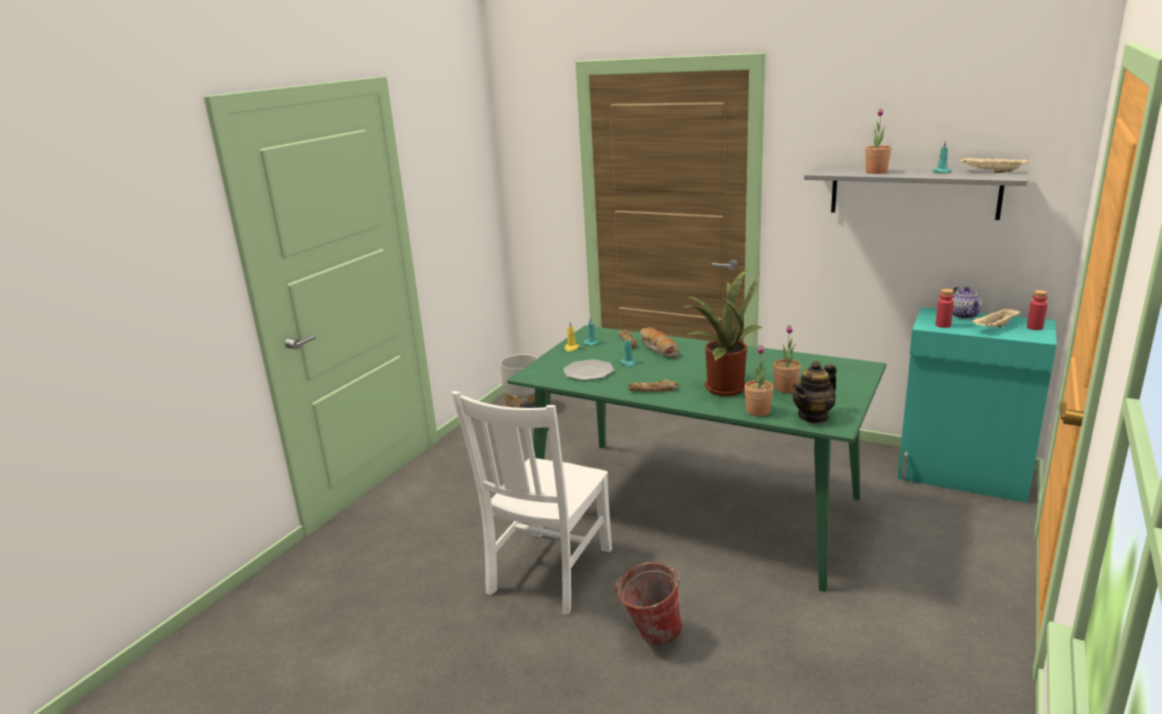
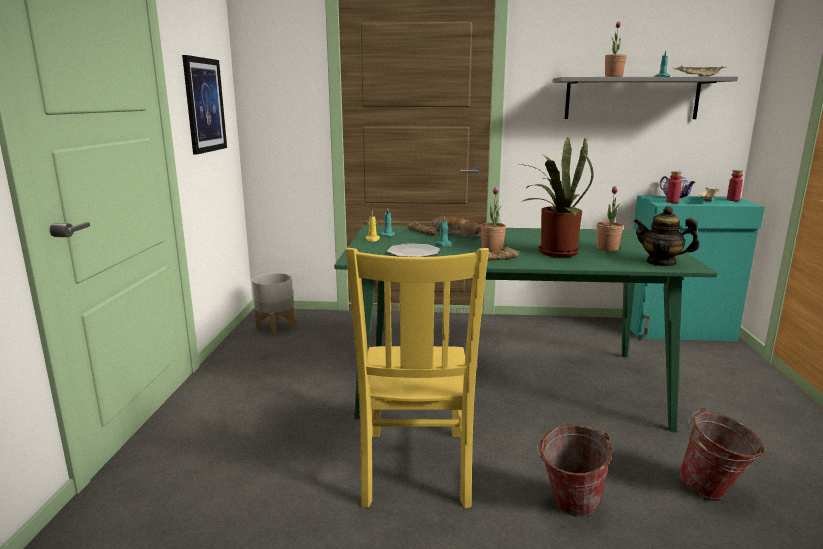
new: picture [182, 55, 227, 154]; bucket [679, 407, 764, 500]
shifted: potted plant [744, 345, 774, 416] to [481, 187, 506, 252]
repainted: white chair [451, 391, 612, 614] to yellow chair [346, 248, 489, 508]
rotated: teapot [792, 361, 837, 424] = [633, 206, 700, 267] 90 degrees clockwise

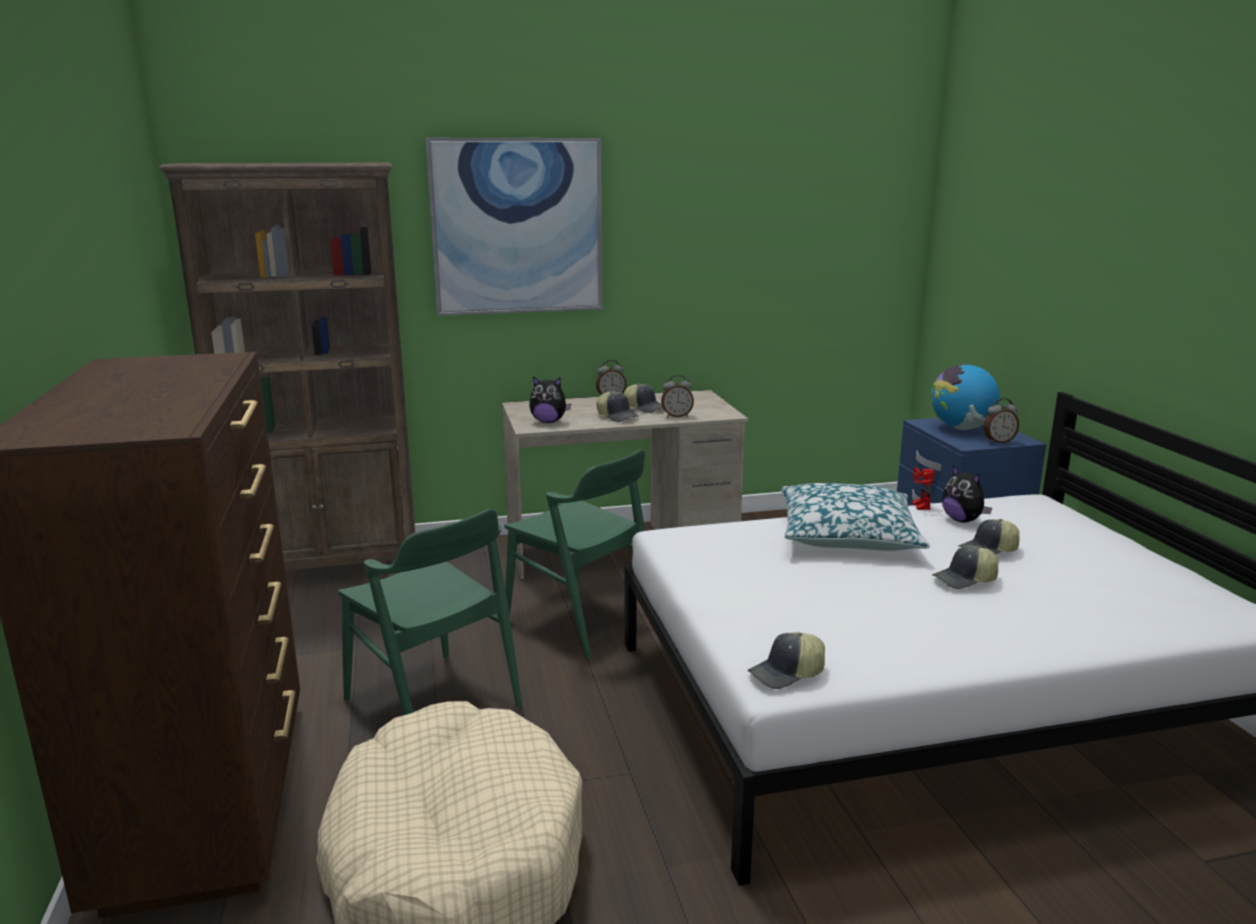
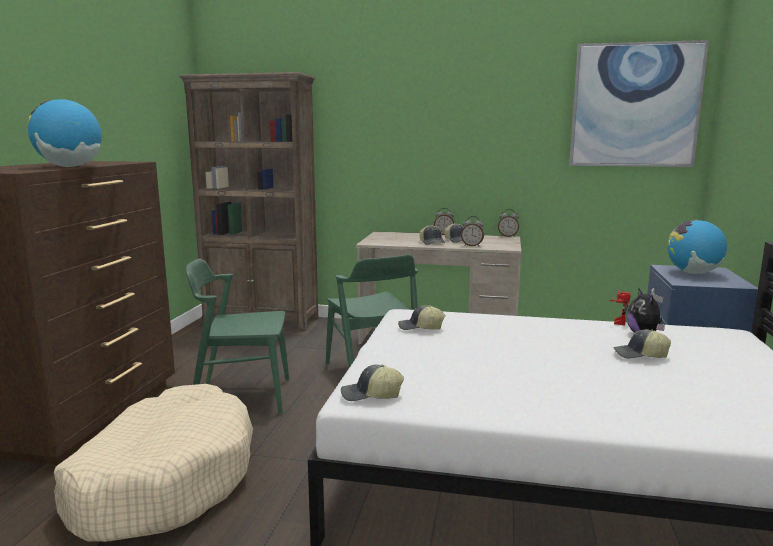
gone: plush toy [529, 376, 571, 423]; pillow [781, 483, 930, 551]
new: globe [28, 99, 102, 167]
shifted: picture [426, 138, 602, 316] to [569, 40, 709, 167]; cap [932, 546, 999, 589] to [398, 305, 446, 330]; alarm clock [984, 398, 1019, 443] to [498, 209, 519, 237]
rotated: green chair [338, 509, 522, 715] = [185, 258, 289, 415] 105 degrees clockwise

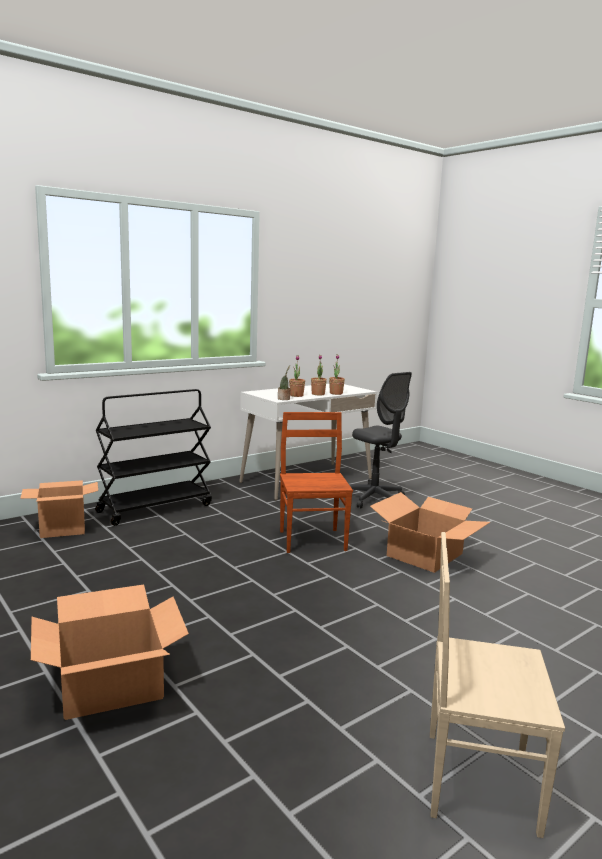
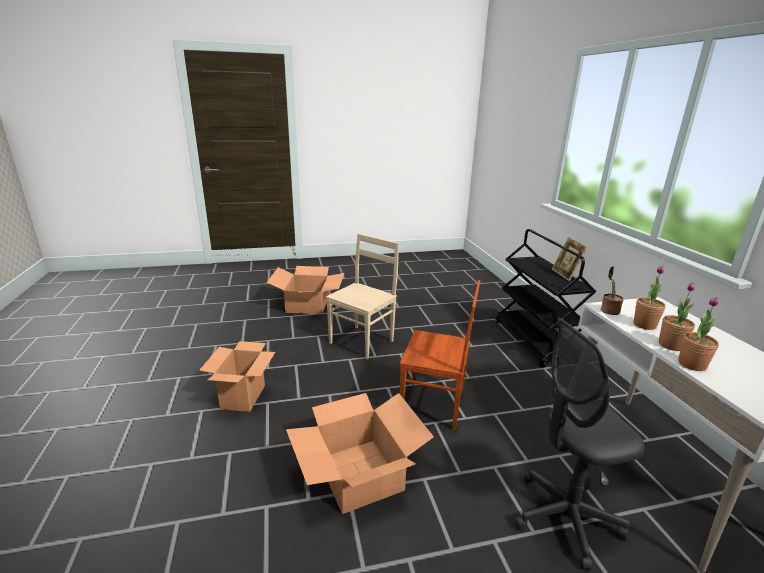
new: picture frame [552, 237, 587, 281]
shifted: cardboard box [20, 480, 98, 538] to [199, 341, 275, 412]; beige chair [430, 532, 565, 838] to [326, 234, 399, 360]

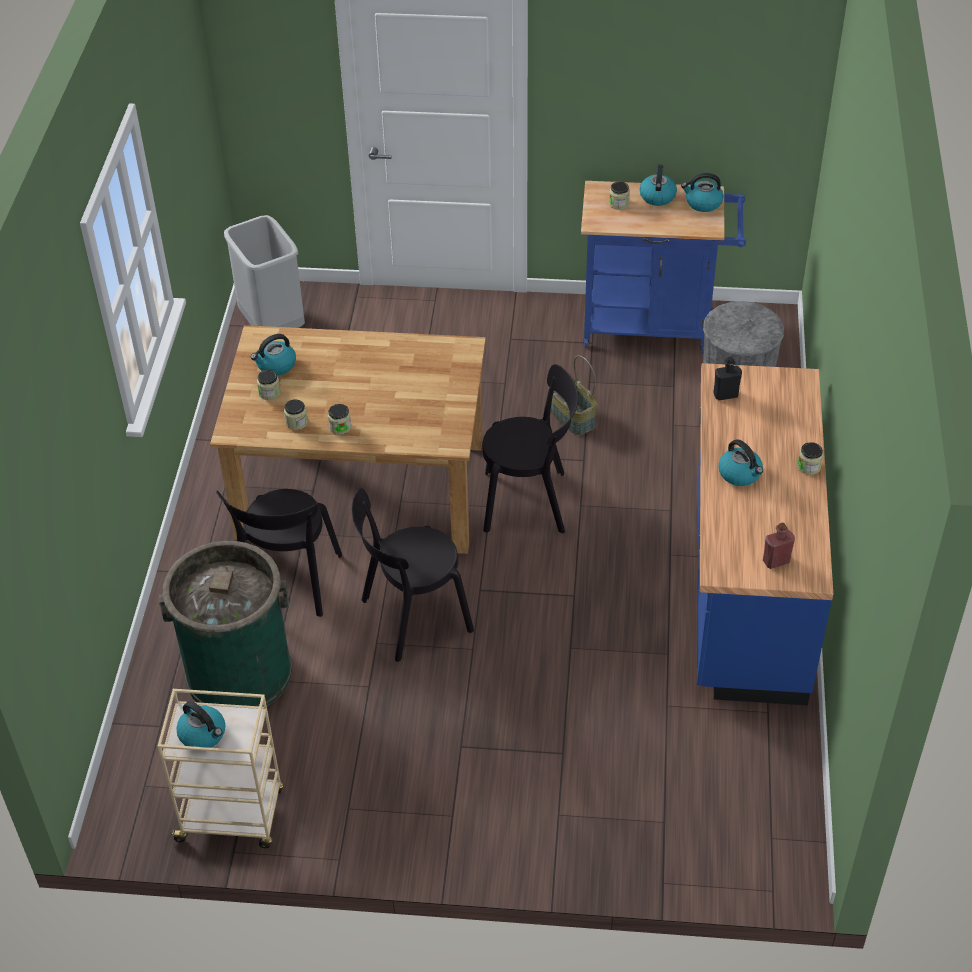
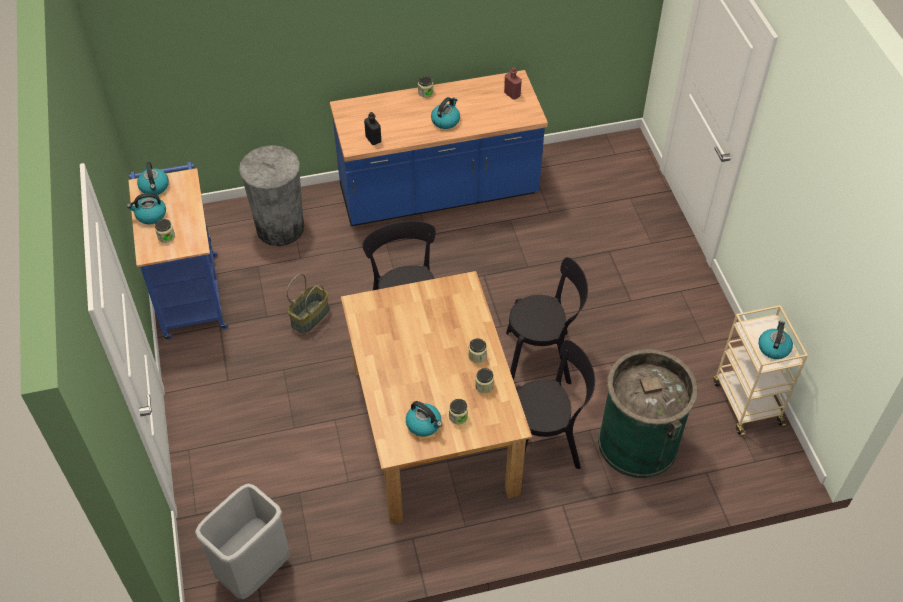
rotated: black chair [352, 488, 474, 662] = [506, 257, 588, 384] 45 degrees counterclockwise

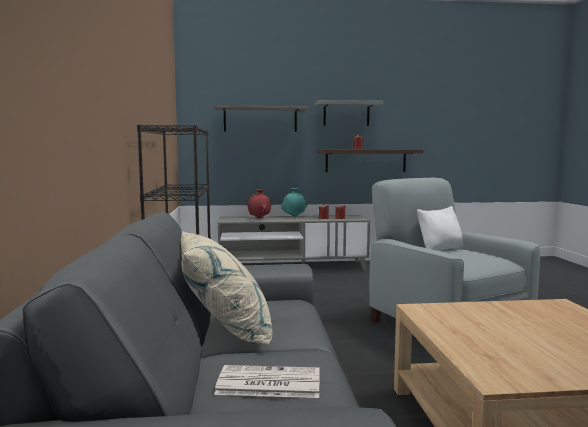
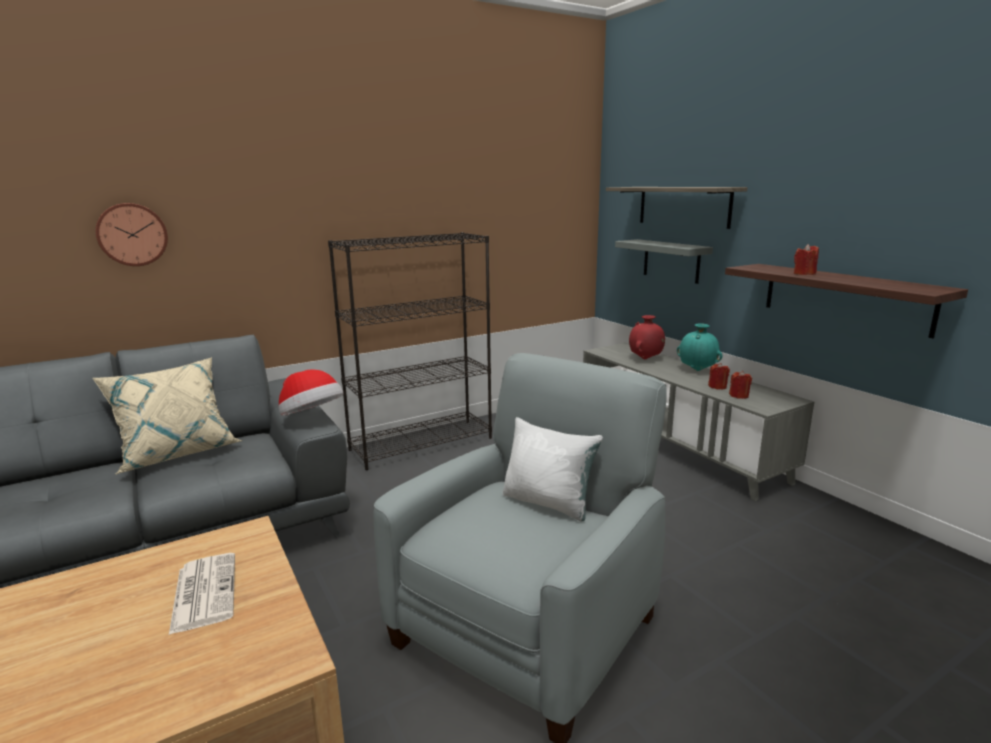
new: wall clock [96, 203, 168, 266]; hat [278, 369, 344, 416]
shifted: newspaper [214, 365, 320, 398] to [169, 553, 235, 635]; grey shelf [315, 100, 383, 126] to [615, 239, 713, 284]

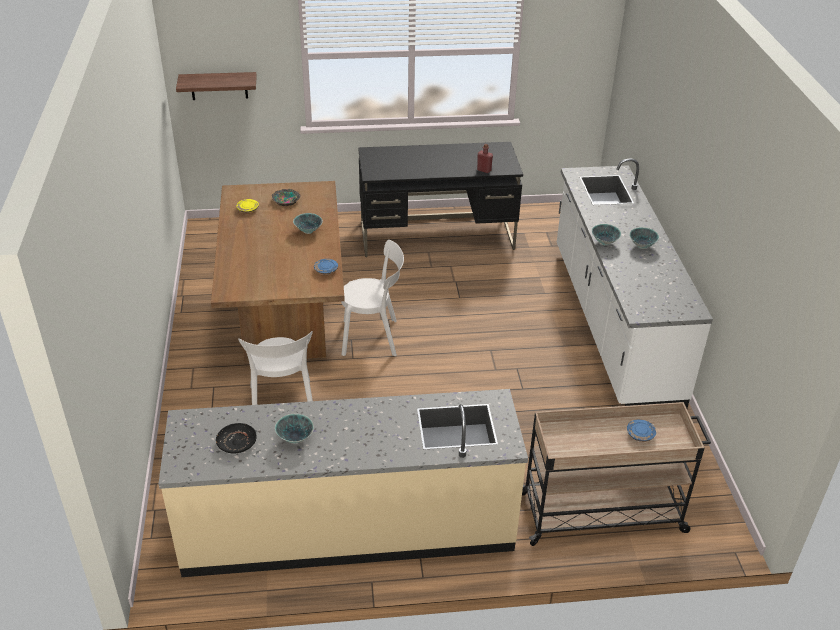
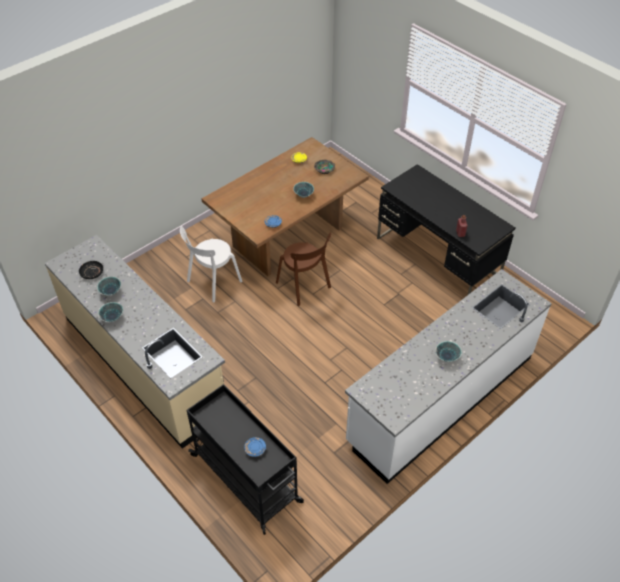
gone: shelf [176, 72, 257, 100]
shifted: bowl [592, 224, 621, 245] to [98, 302, 123, 322]
repainted: white chair [341, 240, 404, 356] to brown chair [276, 232, 331, 306]; beige cart [522, 402, 711, 546] to black cart [187, 384, 304, 535]

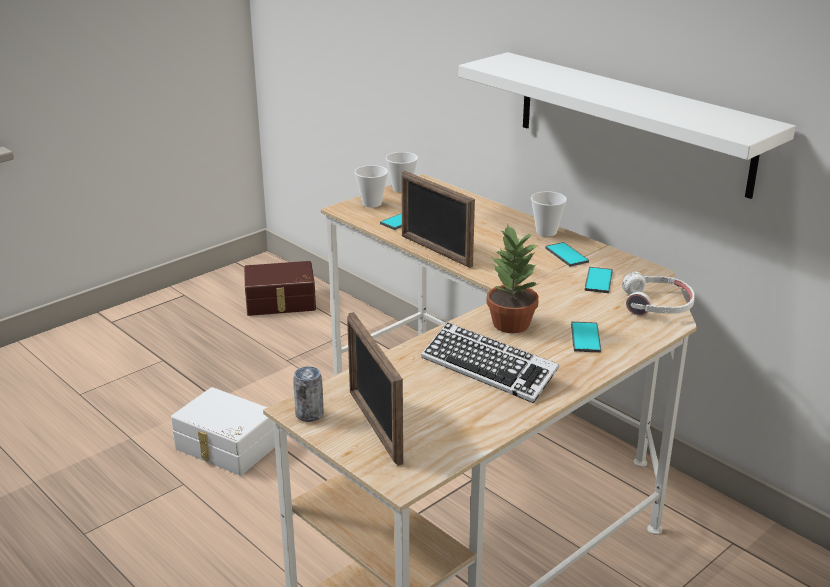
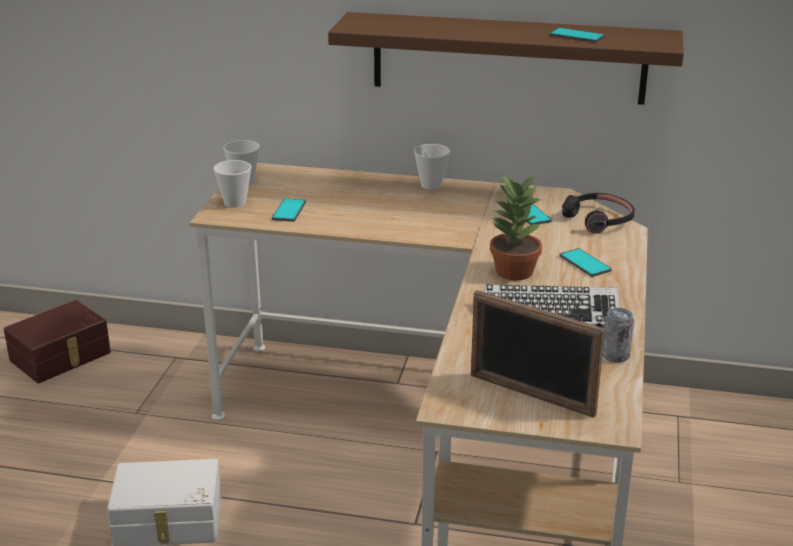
gone: picture frame [401, 171, 475, 268]
shifted: can [293, 366, 324, 422] to [602, 308, 634, 363]; phone [545, 242, 589, 267] to [549, 27, 605, 43]
repainted: white shelf [459, 52, 796, 199] to brown shelf [328, 12, 684, 105]; white headphones [622, 272, 695, 316] to black headphones [562, 193, 635, 233]

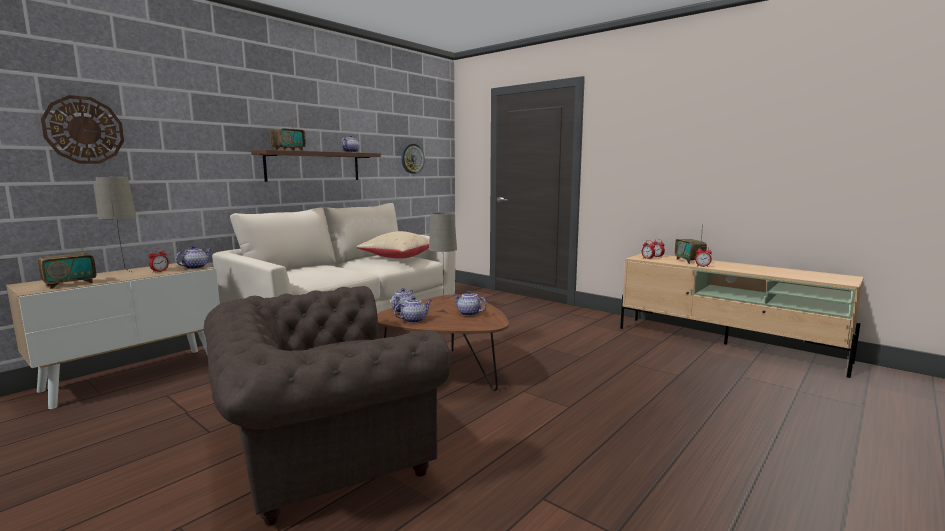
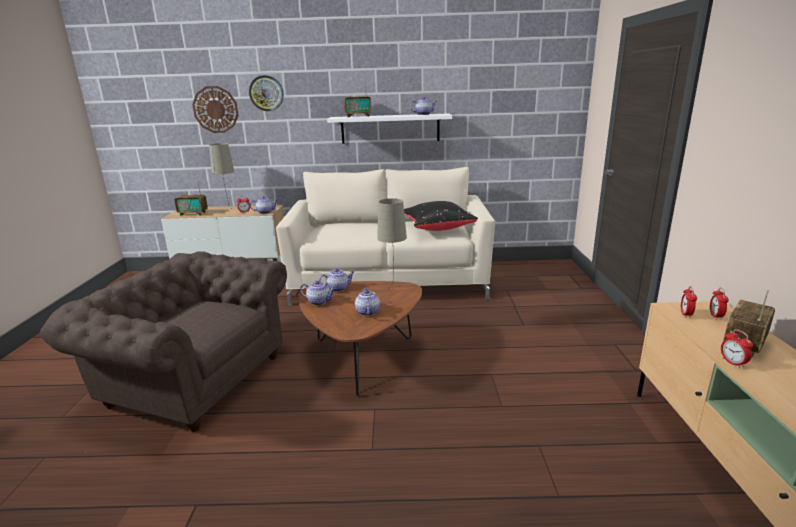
shifted: wall clock [401, 144, 425, 174] to [249, 75, 283, 111]
repainted: brown shelf [251, 150, 381, 182] to white shelf [327, 113, 452, 144]; beige pillow [356, 231, 429, 259] to black pillow [404, 201, 478, 231]

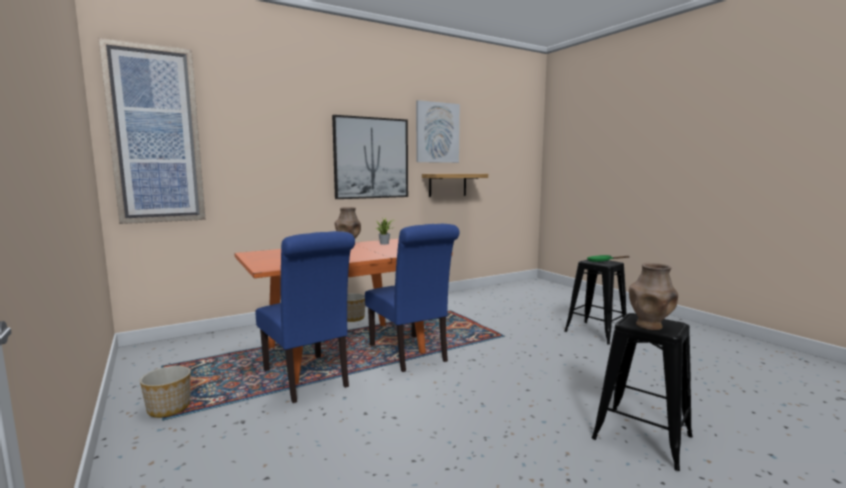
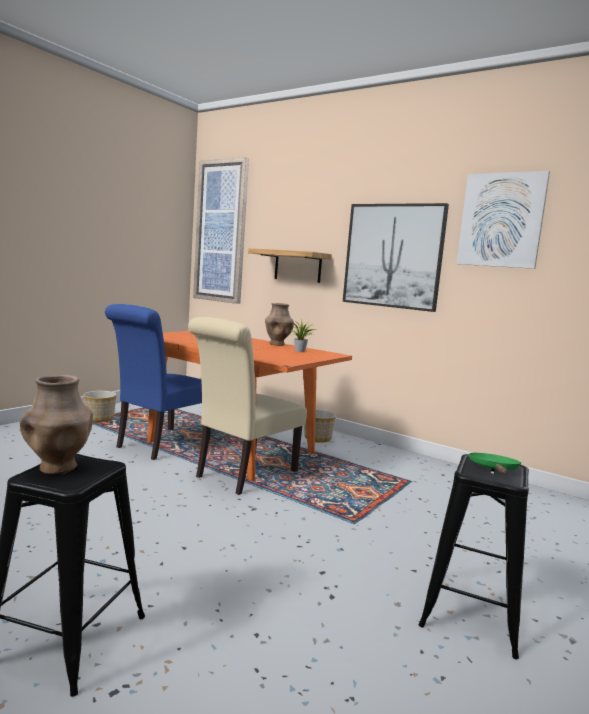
shifted: shelf [422, 174, 488, 197] to [248, 248, 332, 283]
repainted: blue chair [365, 224, 460, 372] to beige chair [188, 317, 307, 495]

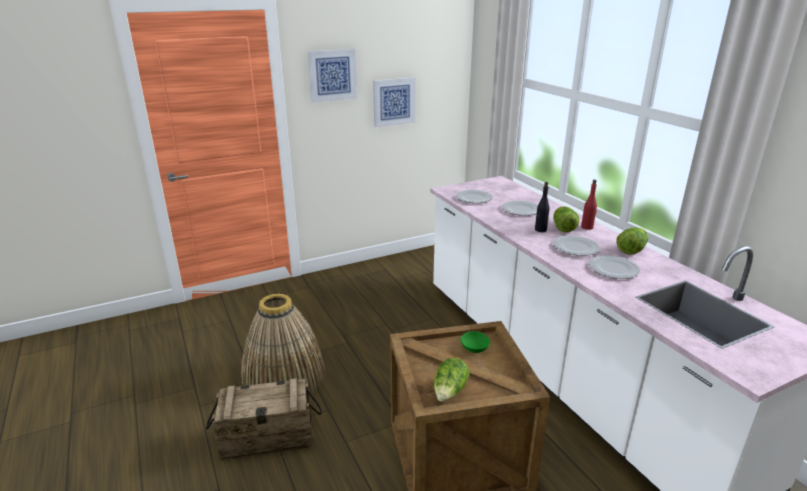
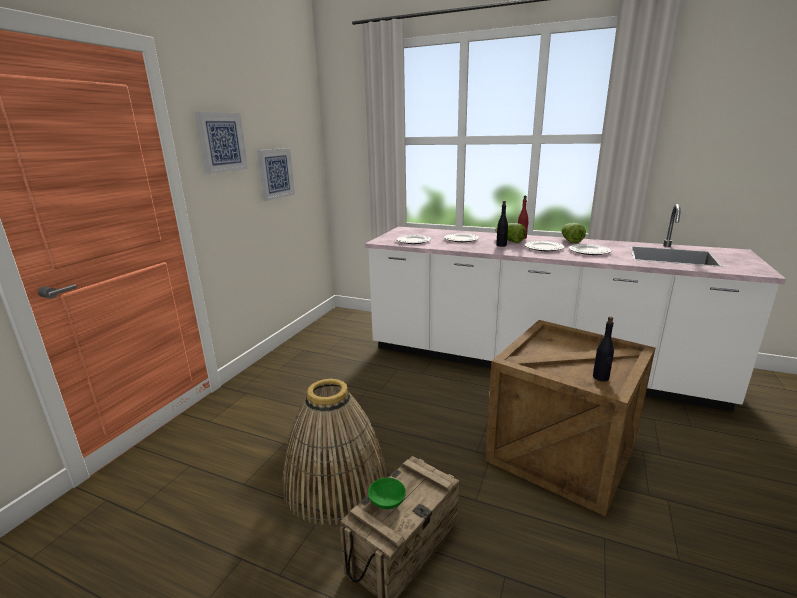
shifted: green bowl [461, 331, 490, 353] to [368, 477, 406, 509]
swapped: lettuce [434, 358, 470, 402] to black bottle [593, 317, 614, 381]

